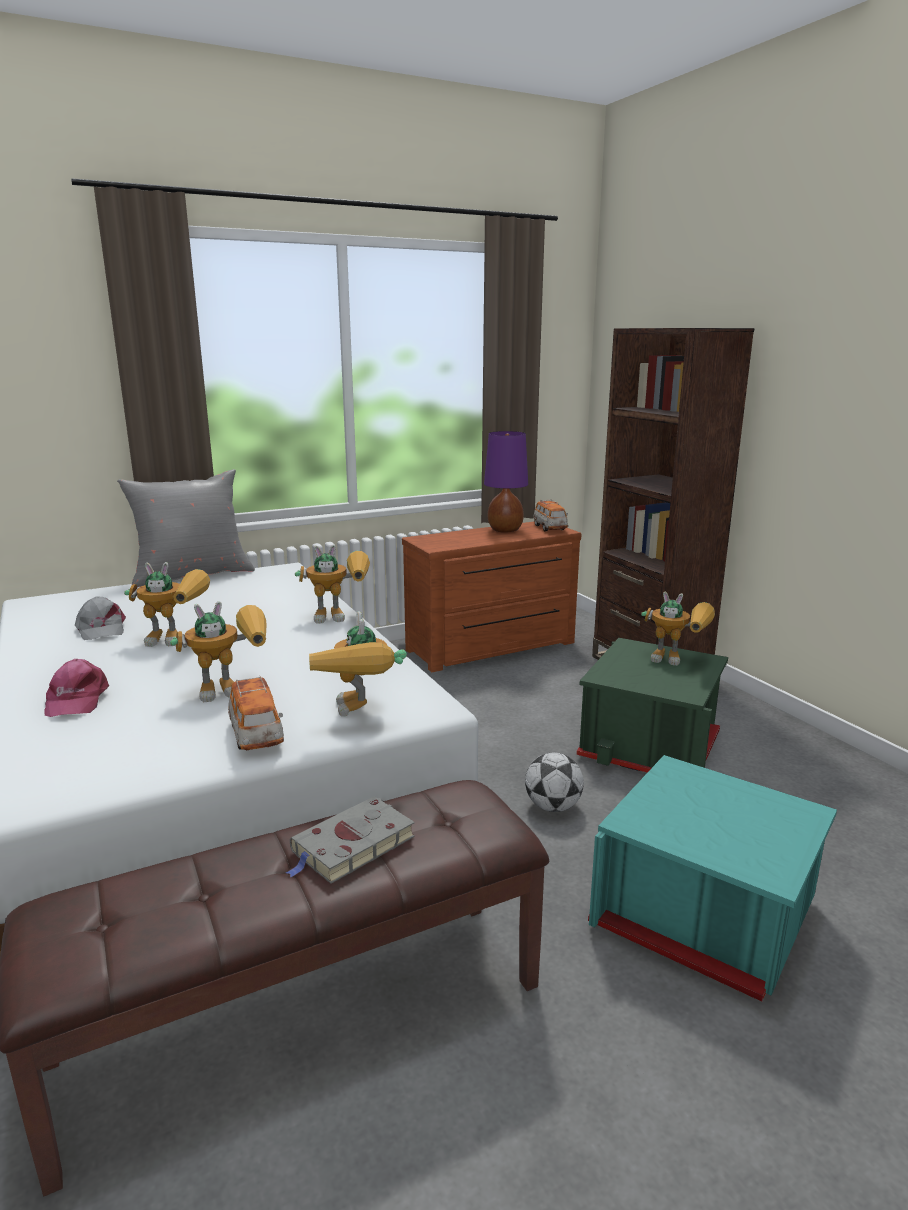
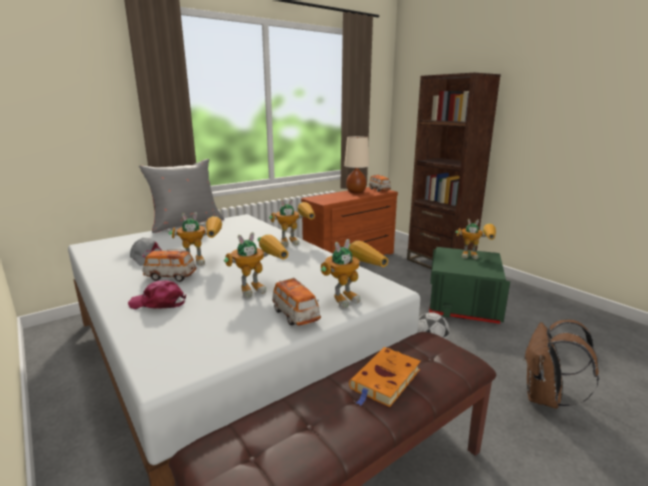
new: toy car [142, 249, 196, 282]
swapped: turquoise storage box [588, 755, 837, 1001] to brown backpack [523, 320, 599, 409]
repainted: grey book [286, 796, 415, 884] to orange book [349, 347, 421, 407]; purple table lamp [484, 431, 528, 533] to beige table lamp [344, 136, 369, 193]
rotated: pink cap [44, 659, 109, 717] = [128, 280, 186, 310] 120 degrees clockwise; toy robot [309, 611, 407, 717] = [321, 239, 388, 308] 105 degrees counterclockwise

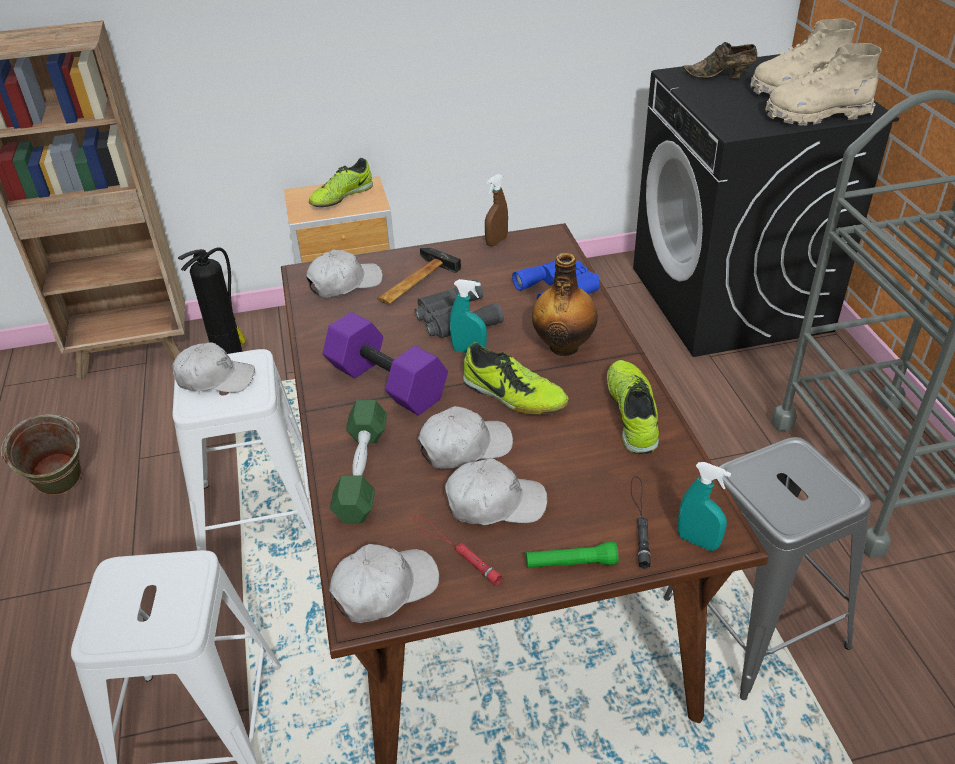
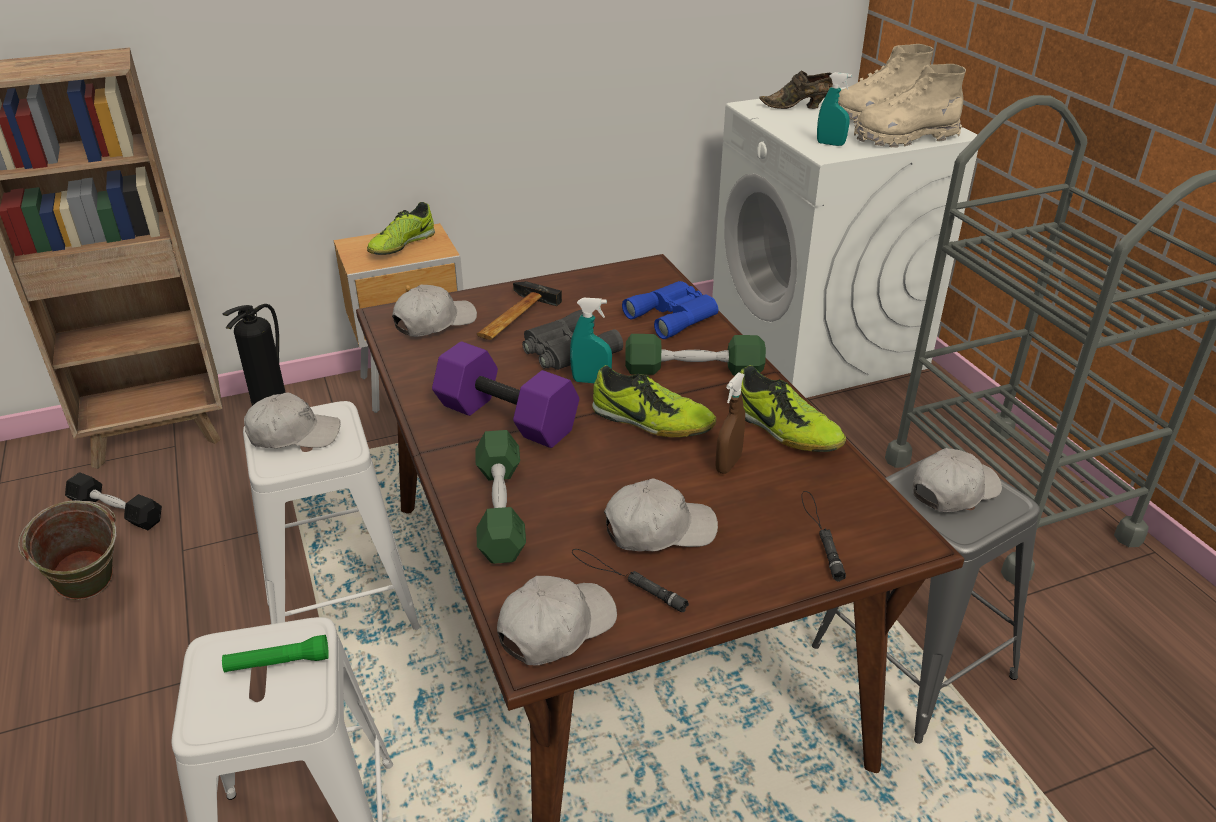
new: black dumbbell [65, 472, 162, 530]
shifted: white cap [418, 406, 513, 469] to [912, 448, 1002, 512]; brown spray bottle [485, 174, 508, 246] to [715, 372, 745, 474]; green flashlight [526, 542, 618, 568] to [222, 635, 329, 673]; turquoise spray bottle [678, 462, 731, 551] to [817, 72, 852, 146]
swapped: bottle [532, 253, 598, 356] to green dumbbell [625, 334, 766, 376]
repainted: red flashlight [414, 516, 503, 585] to black flashlight [572, 549, 689, 612]; black washing machine [633, 54, 899, 357] to white washing machine [712, 87, 978, 398]
rotated: shoe [607, 360, 659, 454] = [740, 365, 846, 452] 150 degrees clockwise

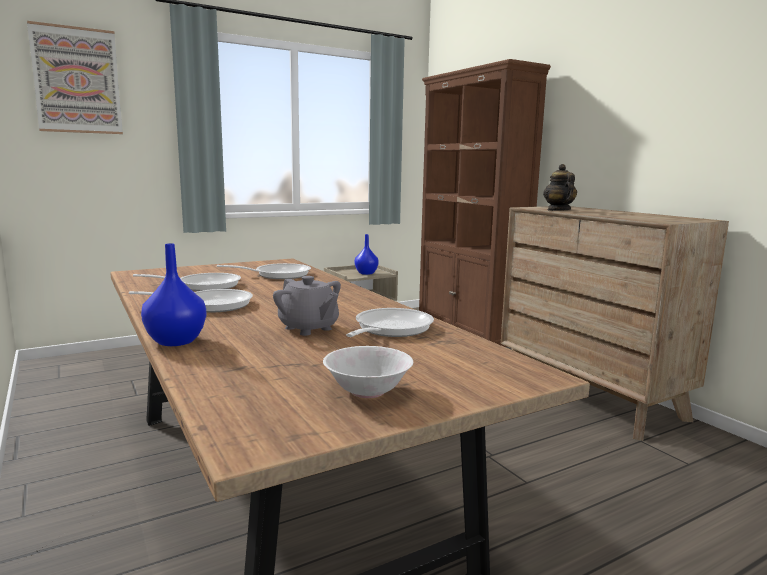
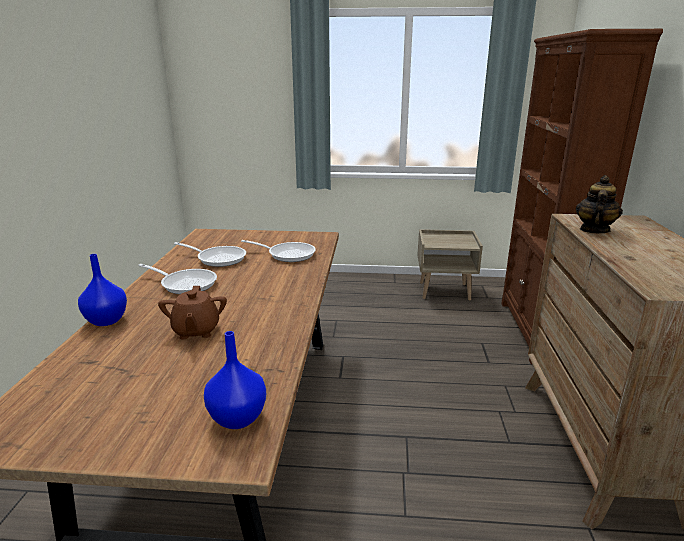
gone: picture [27, 21, 123, 134]; white bowl [323, 346, 413, 398]; frying pan [346, 308, 434, 337]
shifted: blue vase [354, 234, 379, 275] to [204, 331, 266, 429]
repainted: grey teapot [273, 276, 341, 336] to brown teapot [158, 286, 227, 339]

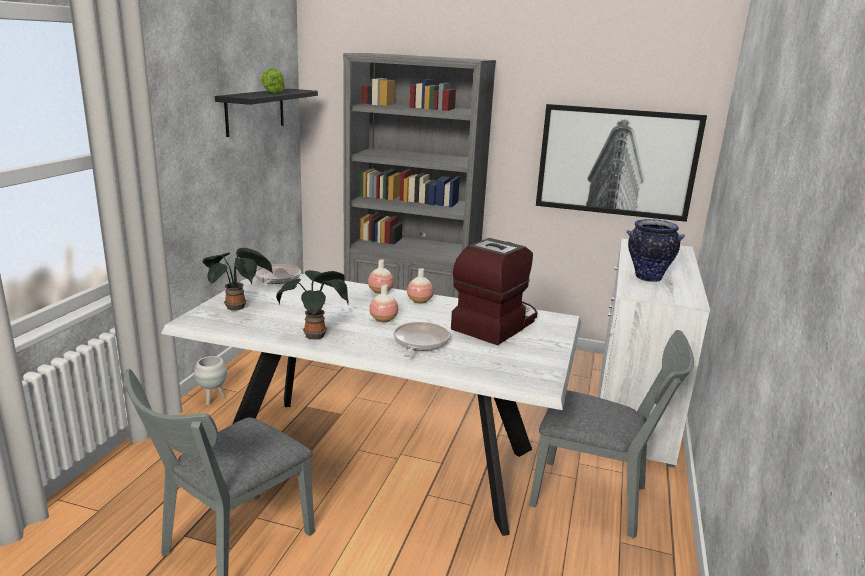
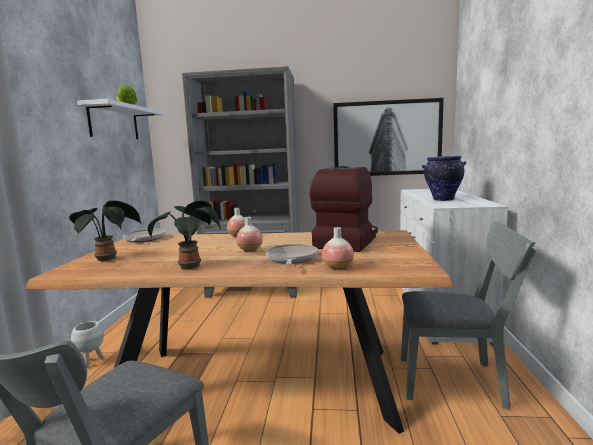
shifted: vase [407, 268, 434, 304] to [322, 227, 354, 270]
repainted: white dining table [161, 274, 581, 536] to brown dining table [25, 230, 454, 434]; black shelf [215, 89, 318, 137] to white shelf [77, 99, 164, 139]

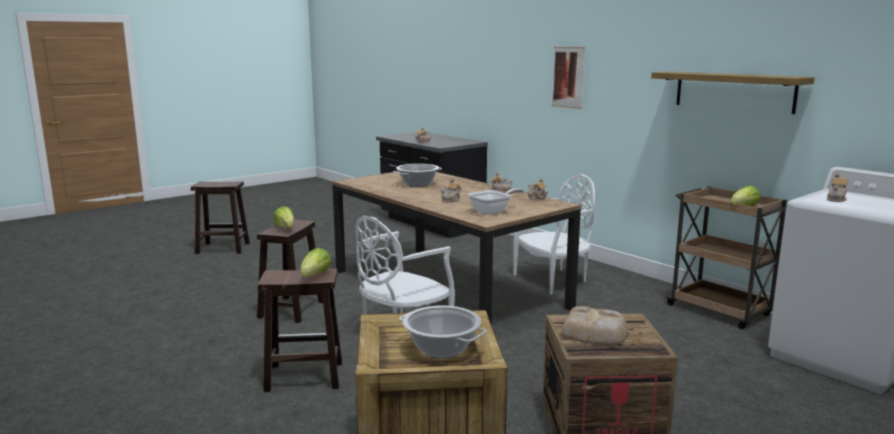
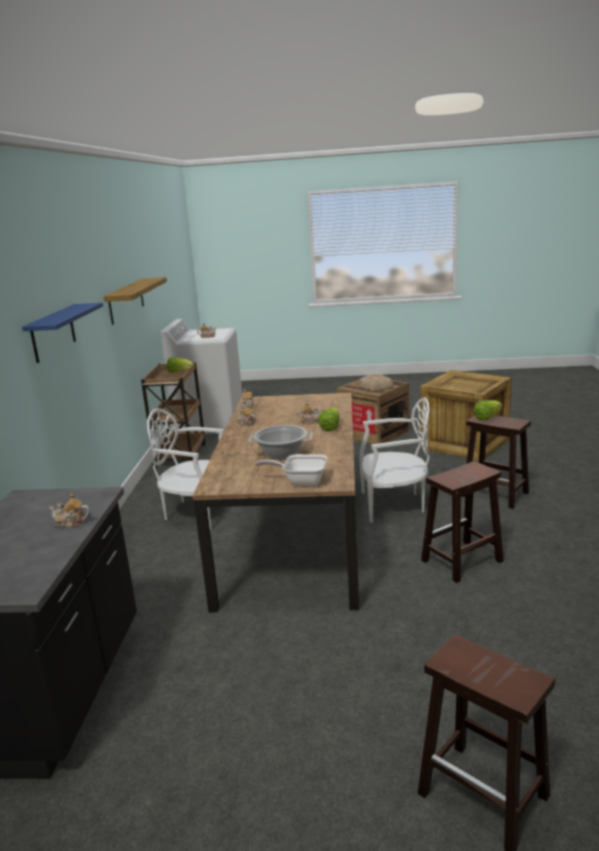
gone: cooking pot [399, 306, 487, 358]
shifted: lettuce [274, 206, 294, 228] to [318, 407, 340, 431]; frying pan [468, 189, 524, 215] to [255, 454, 327, 486]
swapped: picture [552, 47, 585, 109] to blue shelf [22, 303, 103, 363]

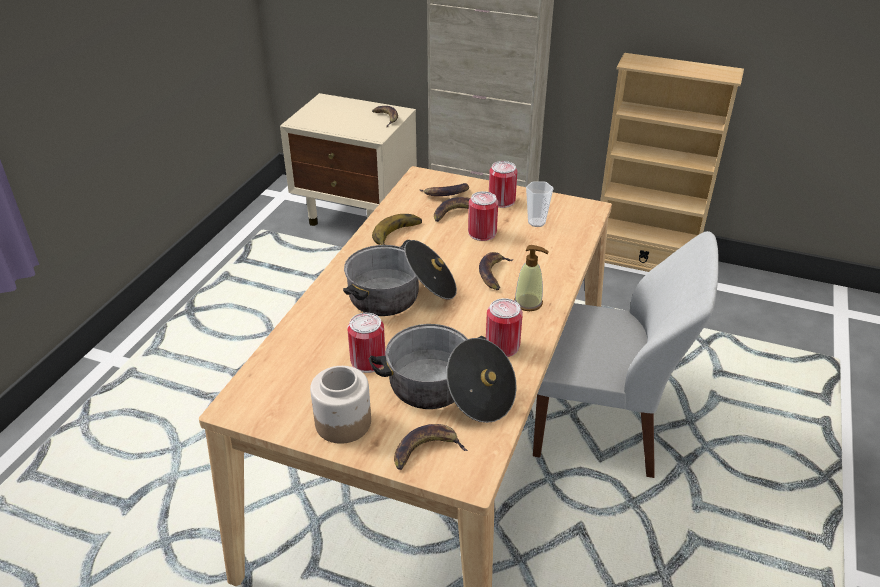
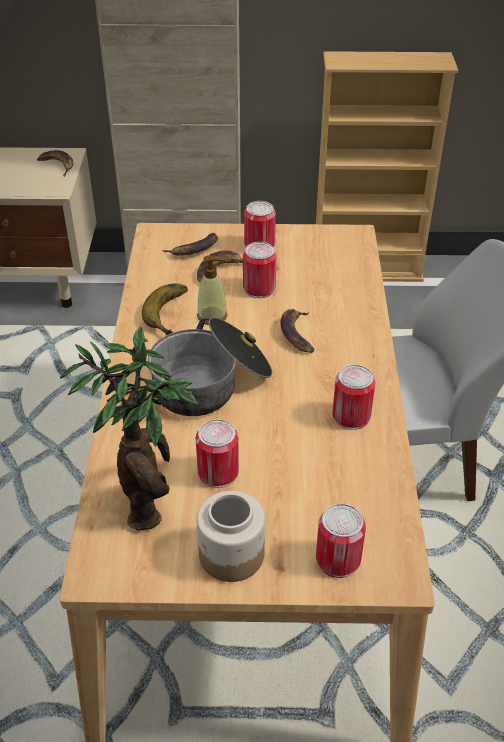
gone: cooking pot [369, 324, 517, 423]; cup [526, 181, 553, 227]
new: potted plant [60, 326, 198, 531]
shifted: soap dispenser [514, 245, 549, 311] to [197, 255, 227, 325]
swapped: banana [394, 424, 468, 470] to can [316, 504, 366, 578]

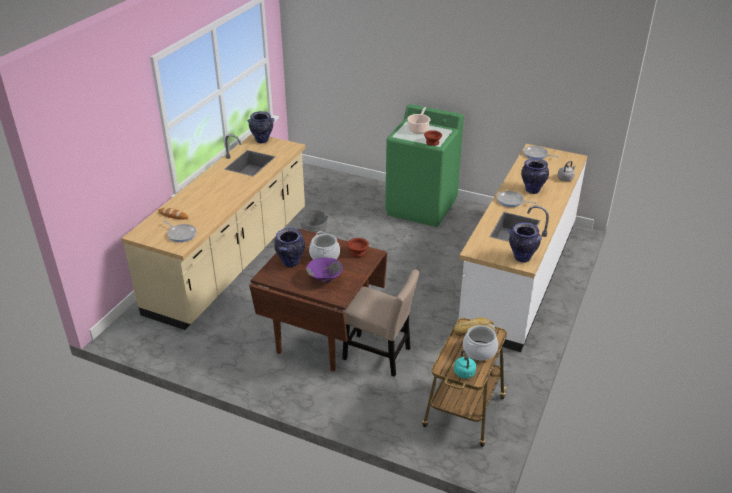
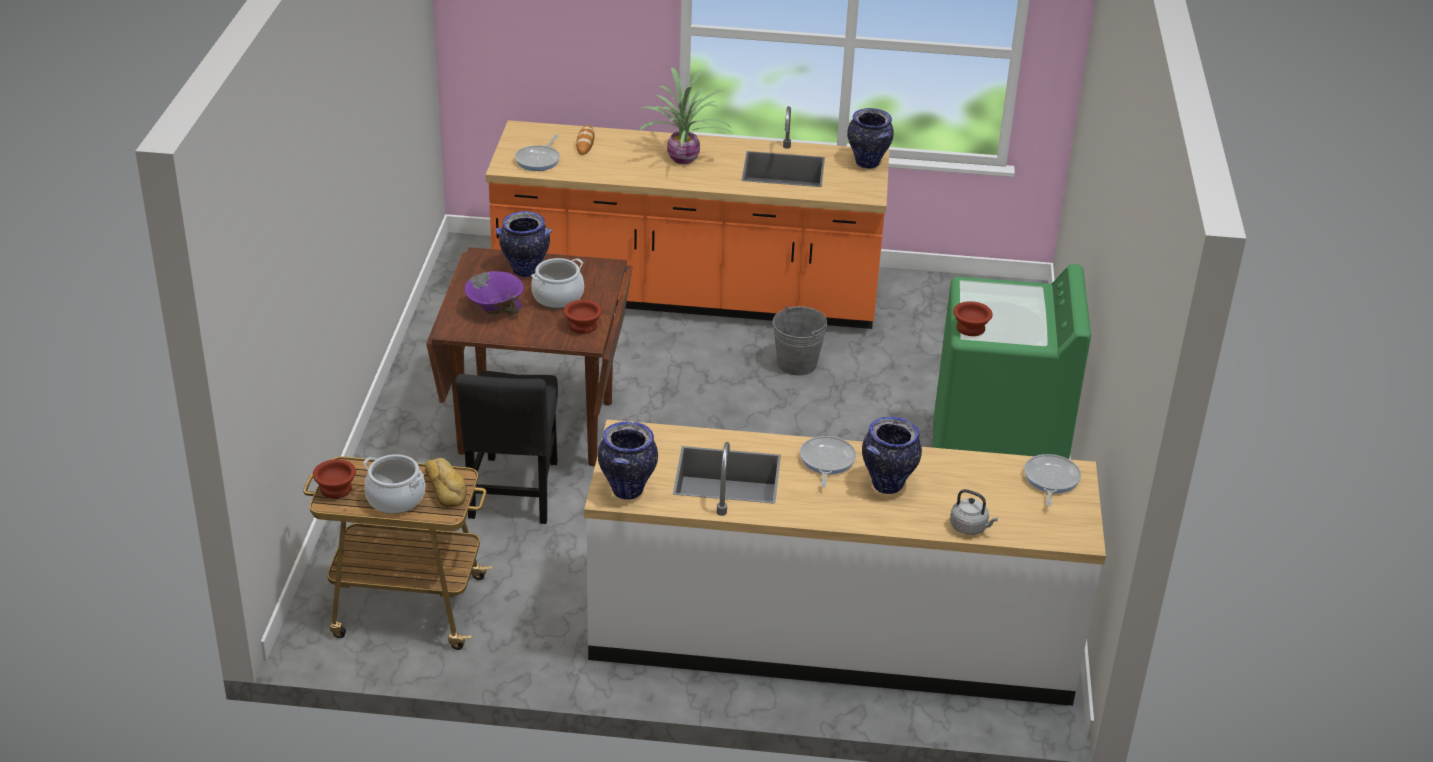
gone: cooking pot [407, 107, 430, 134]
new: potted plant [639, 67, 733, 164]
swapped: turquoise kettle [454, 350, 476, 379] to brown bowl [313, 459, 356, 499]
repainted: beige counter [121, 134, 306, 330] to orange counter [485, 106, 889, 329]; beige chair [342, 269, 419, 377] to black chair [455, 371, 558, 524]

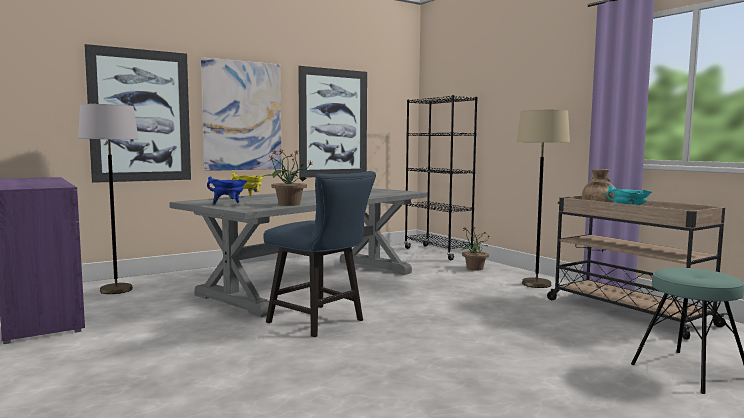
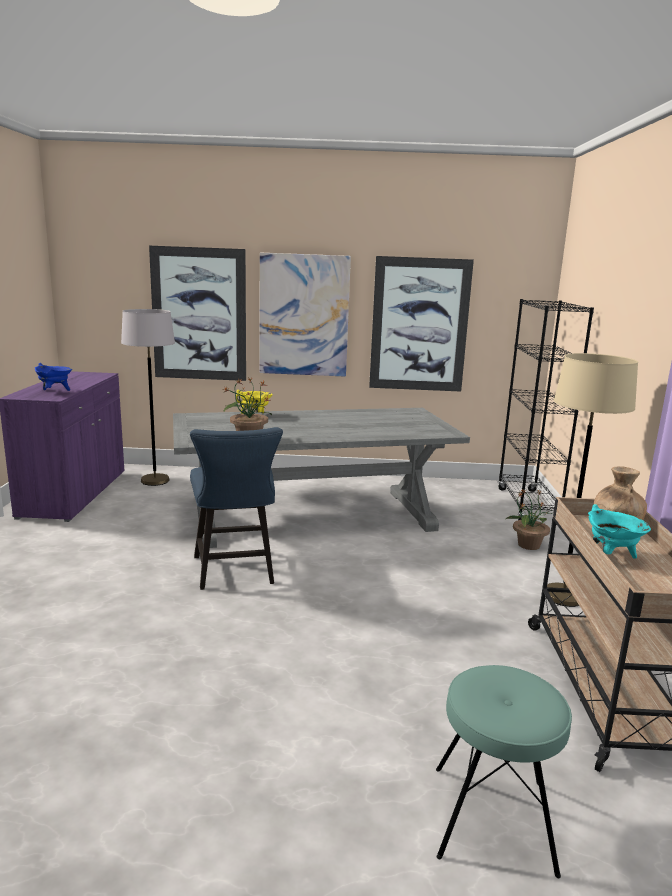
shifted: blue cooking pot [207, 176, 247, 205] to [35, 363, 72, 391]

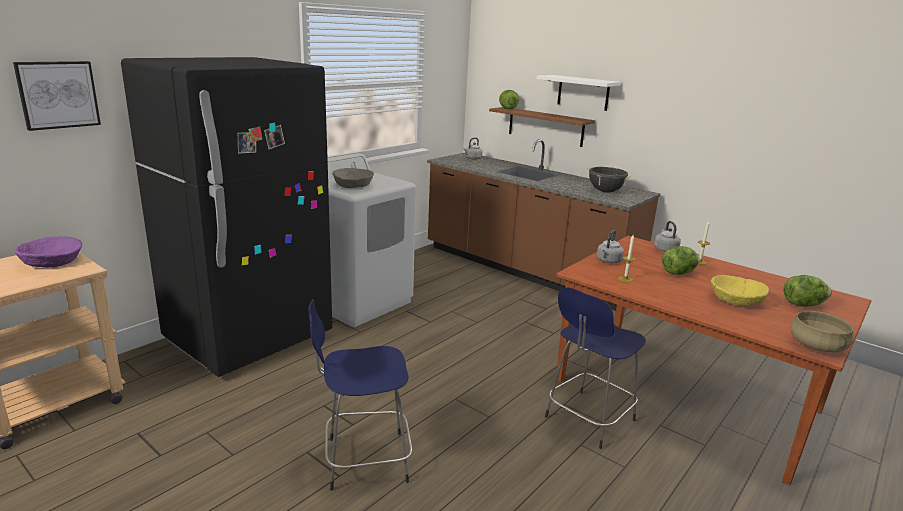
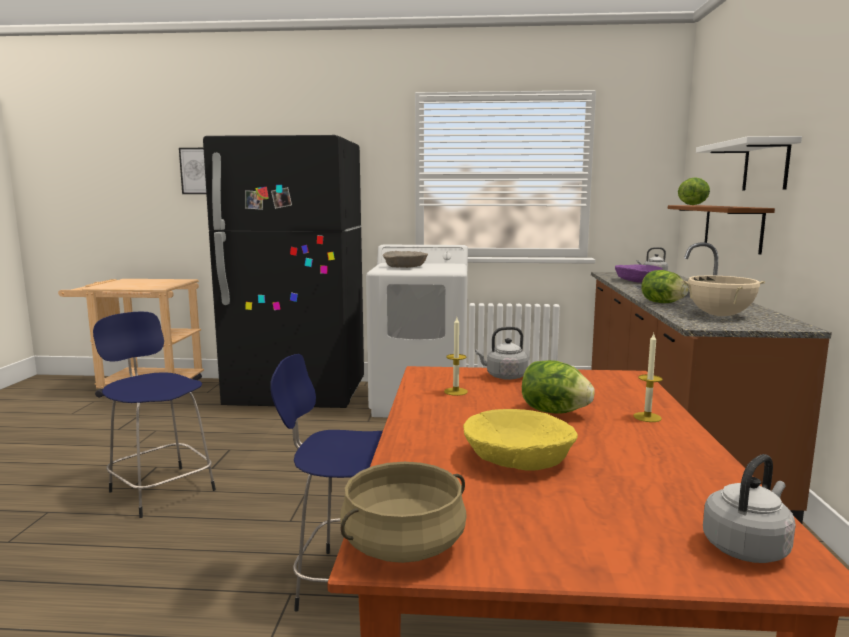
shifted: purple bowl [15, 236, 82, 268] to [615, 264, 663, 283]; grey kettle [654, 221, 681, 252] to [703, 454, 796, 563]; lettuce [783, 275, 832, 307] to [641, 270, 689, 303]
repainted: black cooking pot [587, 167, 631, 193] to beige cooking pot [682, 276, 765, 316]

